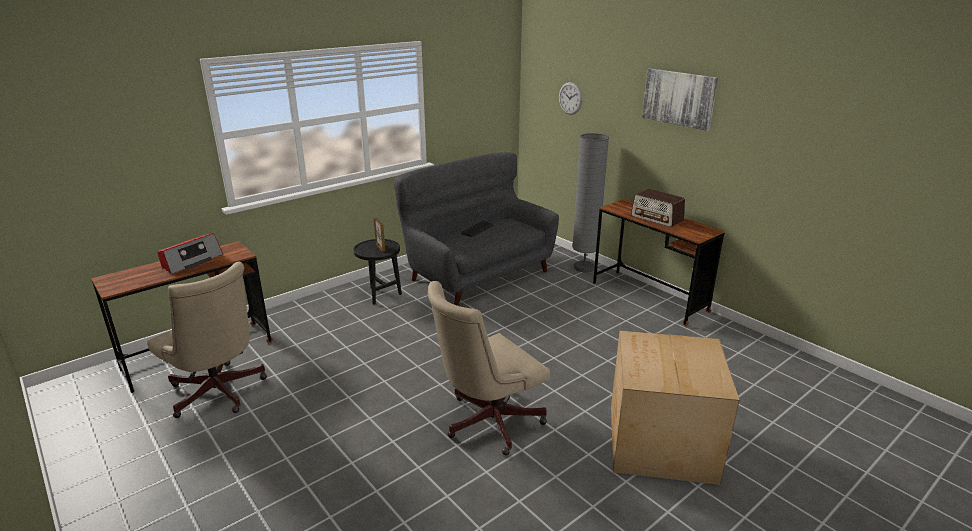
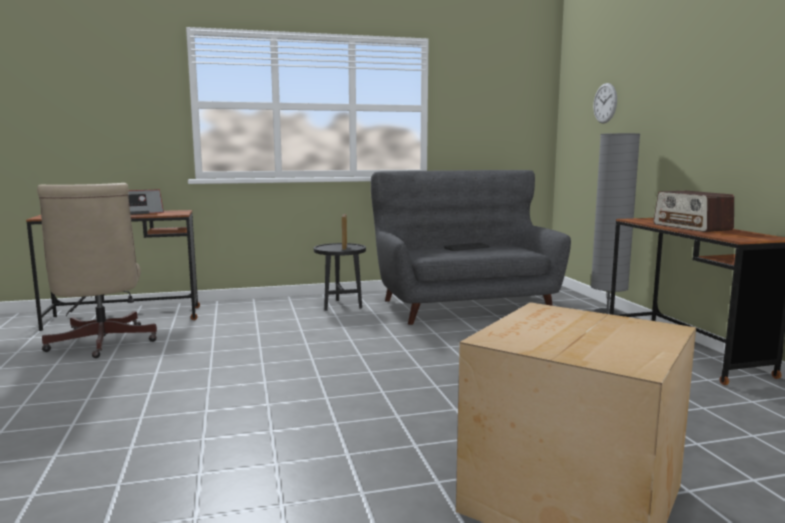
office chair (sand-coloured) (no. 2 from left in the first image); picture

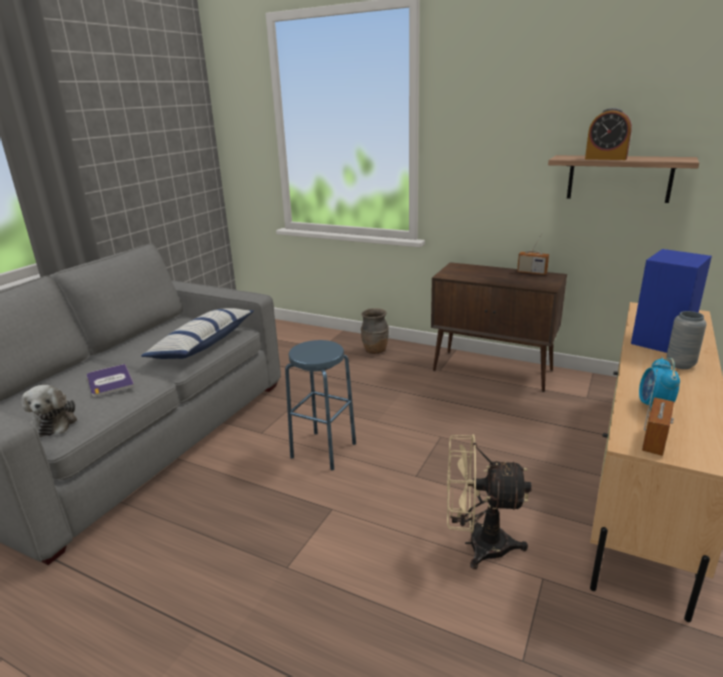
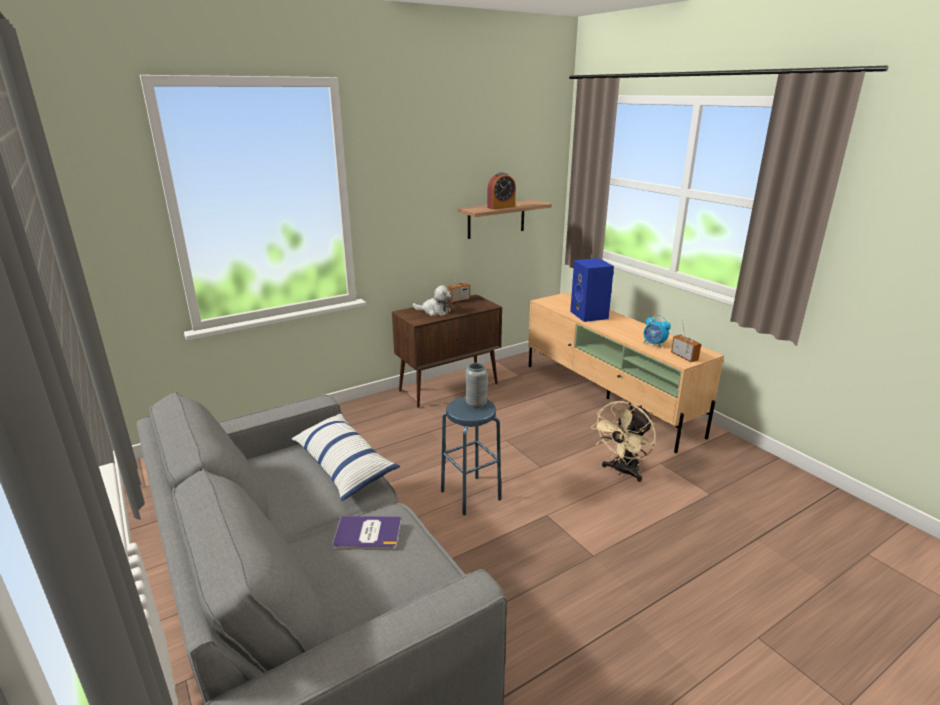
vase (brown-coloured); soft toy; vase (gray)

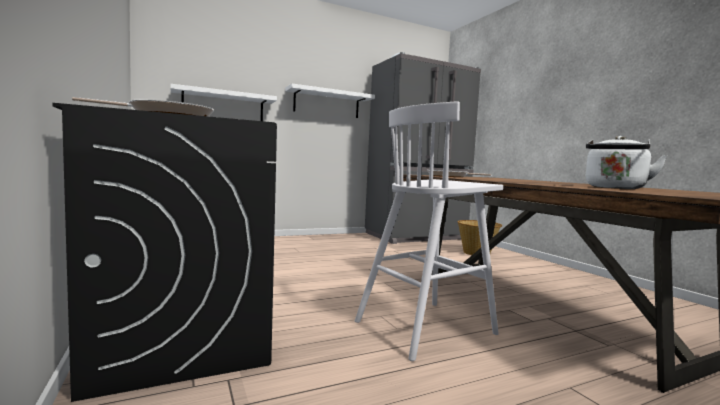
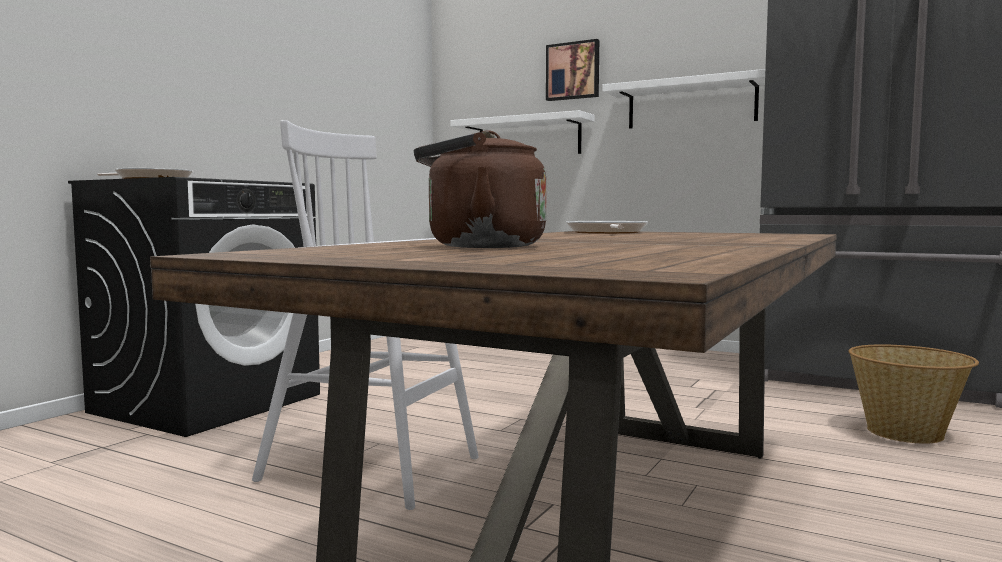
picture; kettle (brown-coloured)

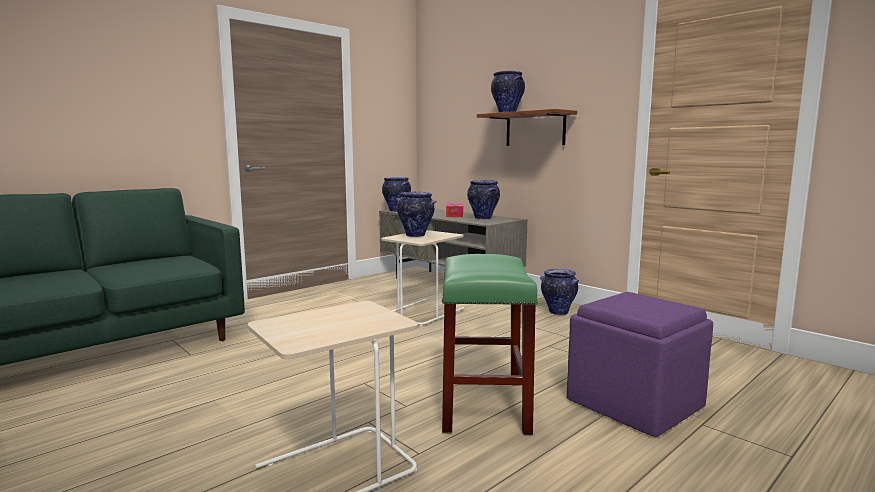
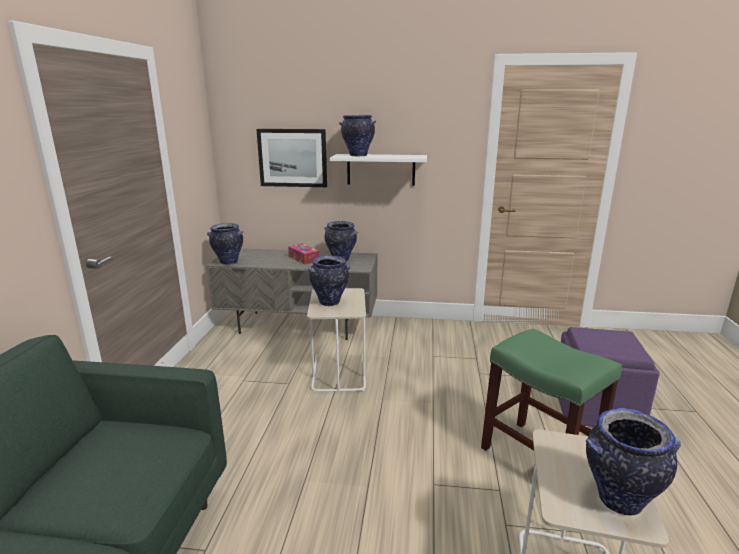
picture; vase (no. 5 from left); wall shelf (whitish)

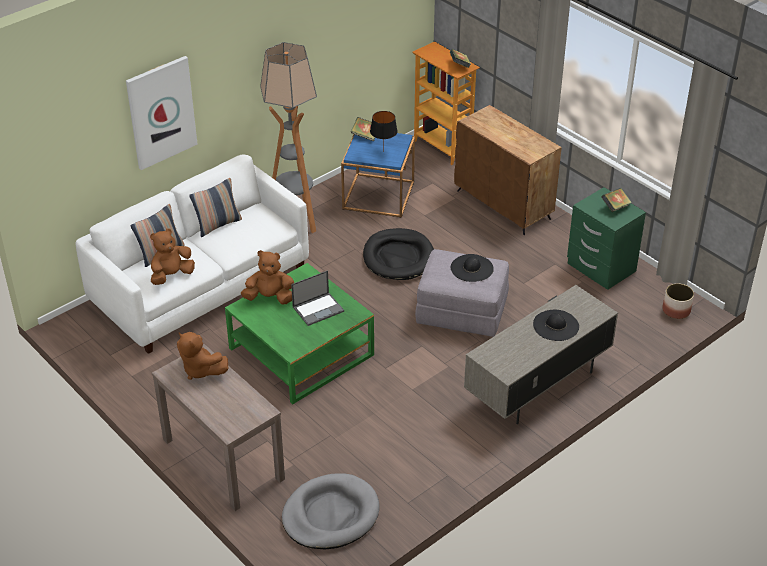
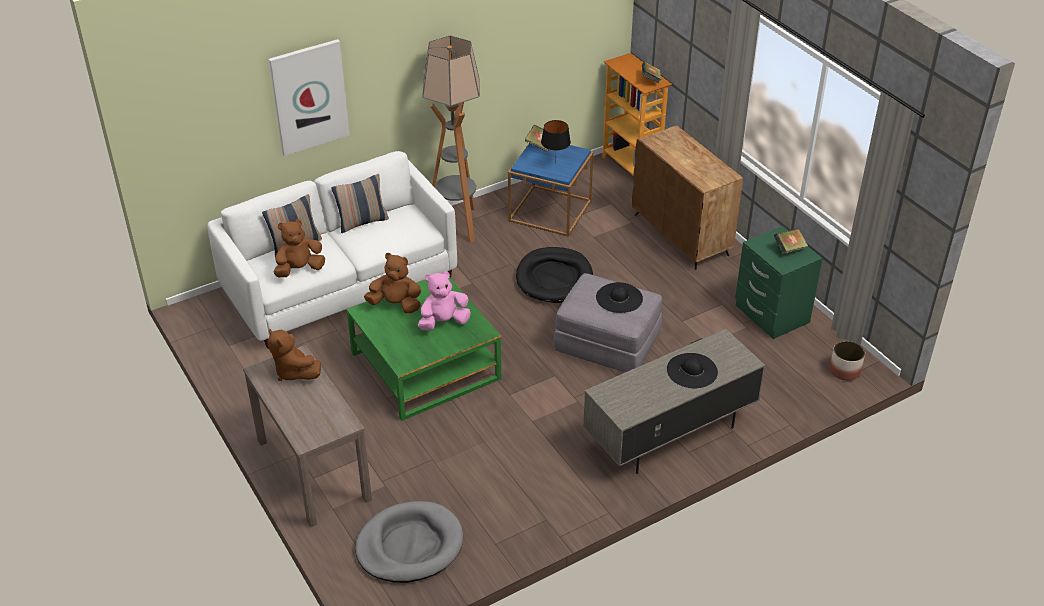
soft toy (pink-coloured)

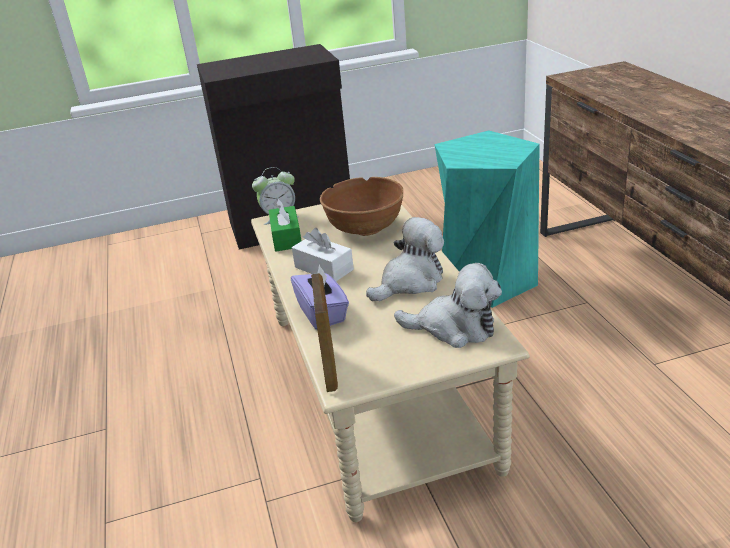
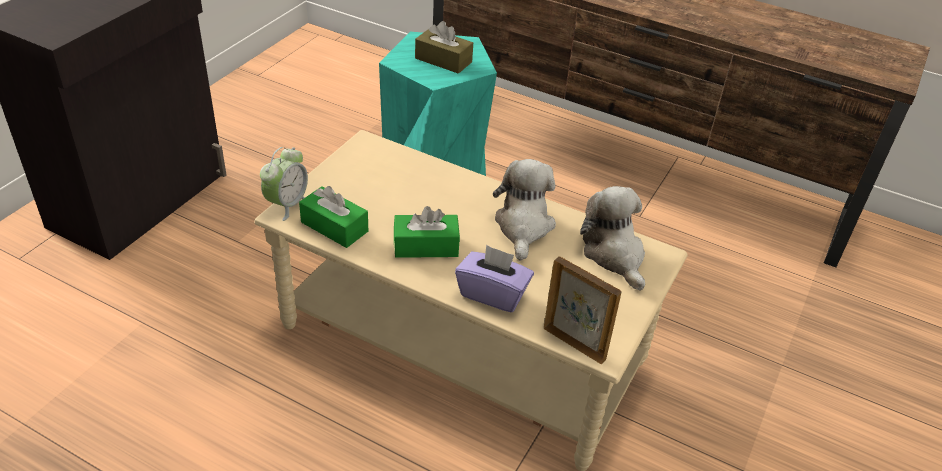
deep dish (brown-coloured); tissue holder (brown-coloured); tissue holder (green) (no. 2 from left); soft toy (no. 2 from left)

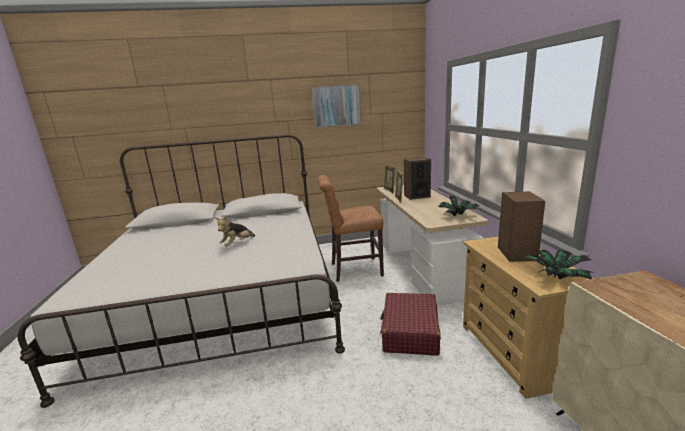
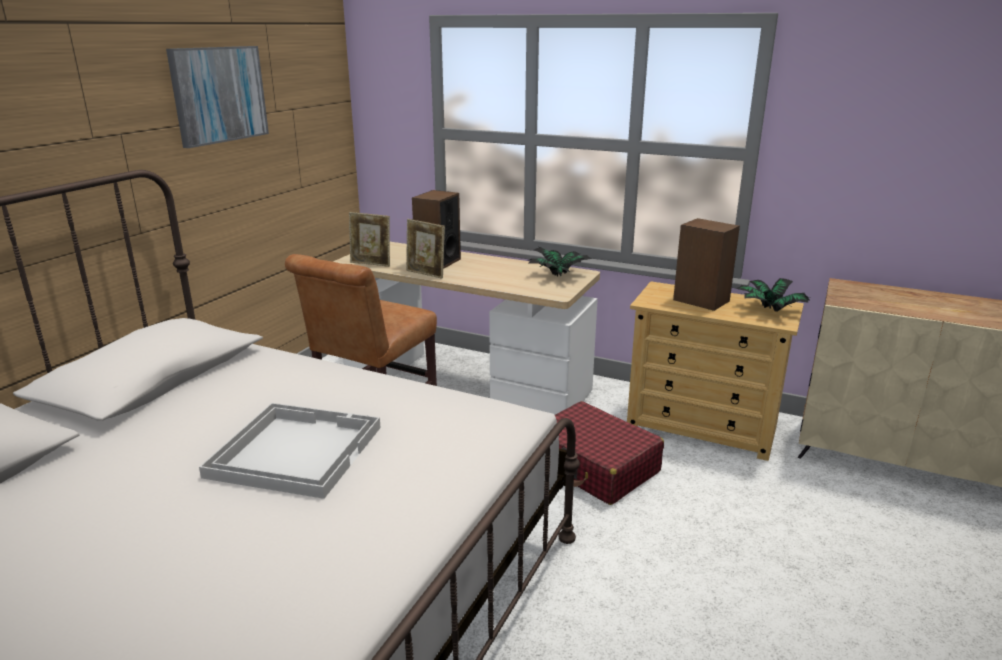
serving tray (whitish)

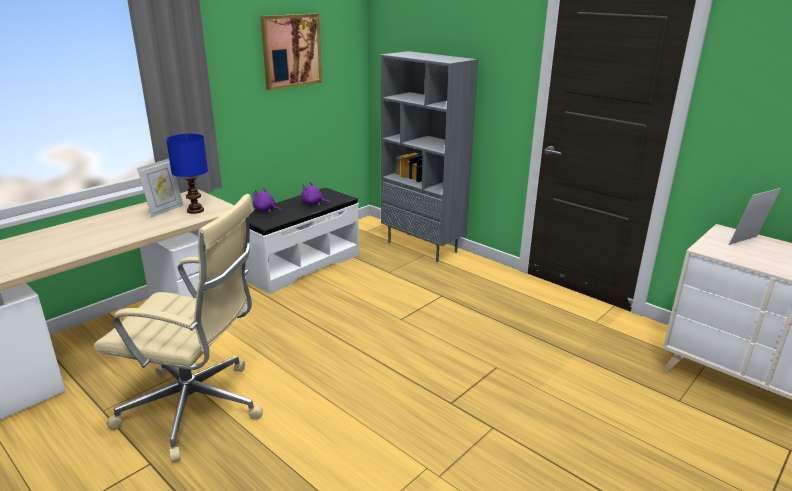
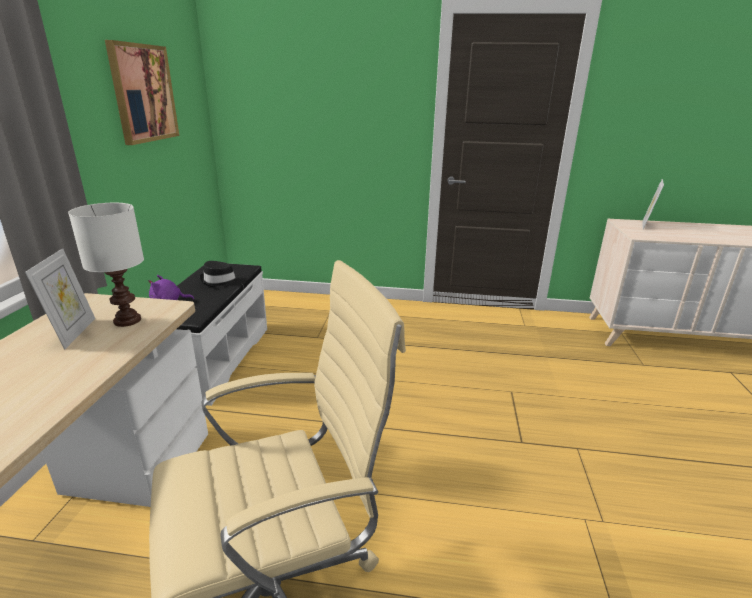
bookcase (gray); clothing hat (black-coloured); lamp for a table (whitish)

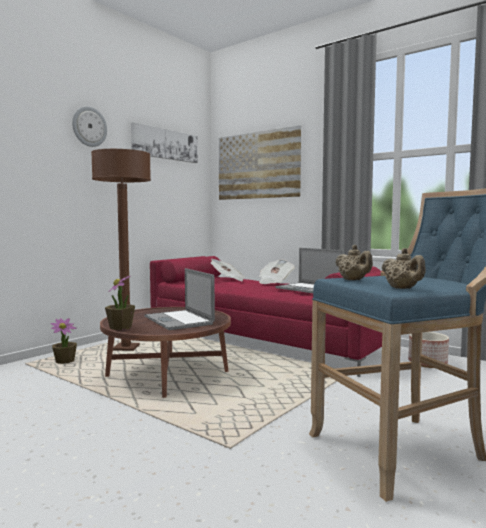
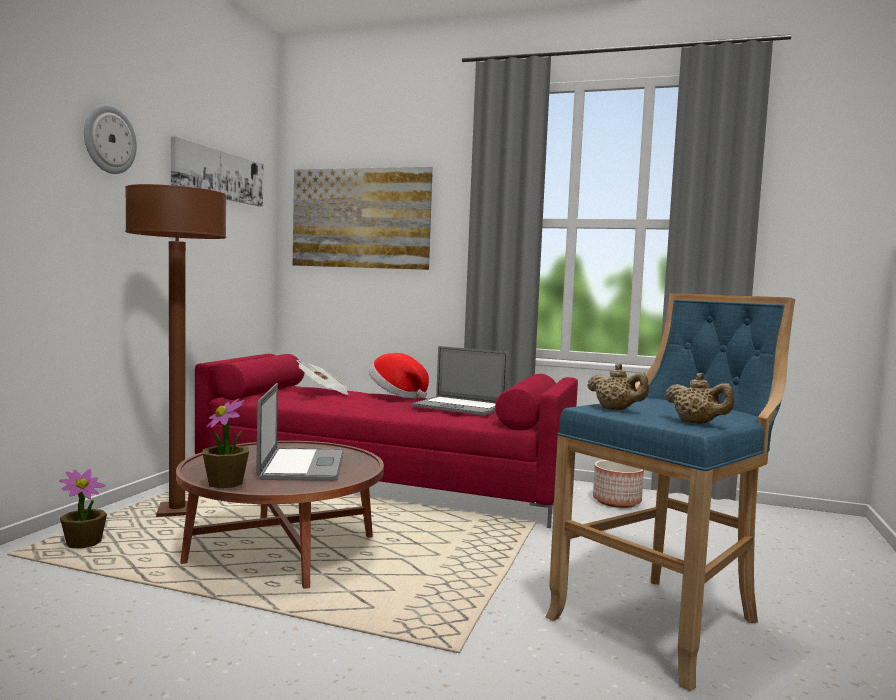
clothing hat; notebook computer (no. 1 from left)

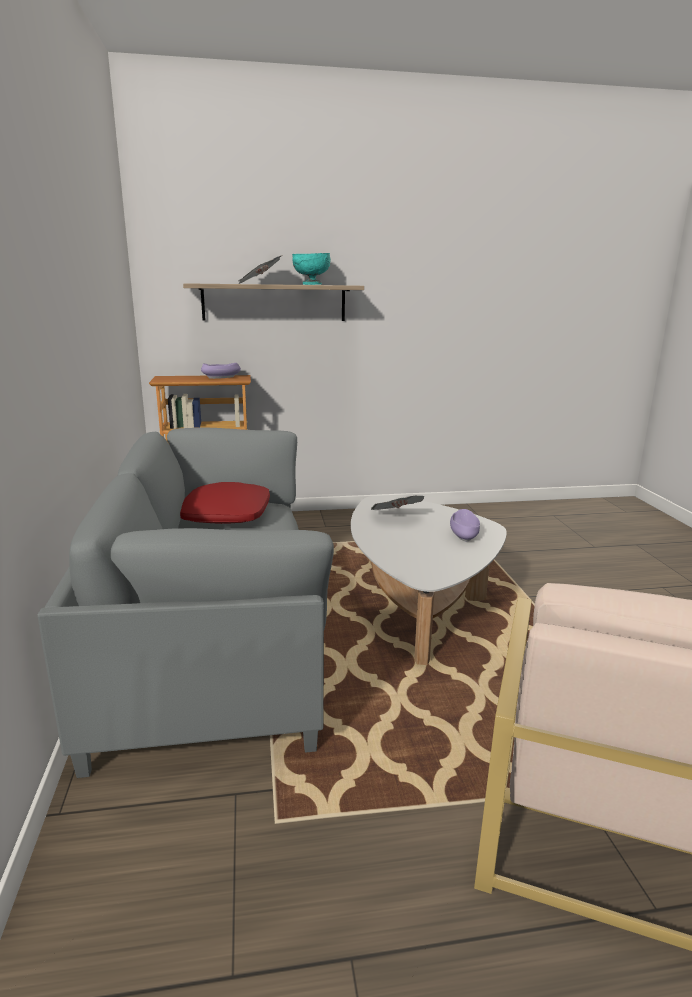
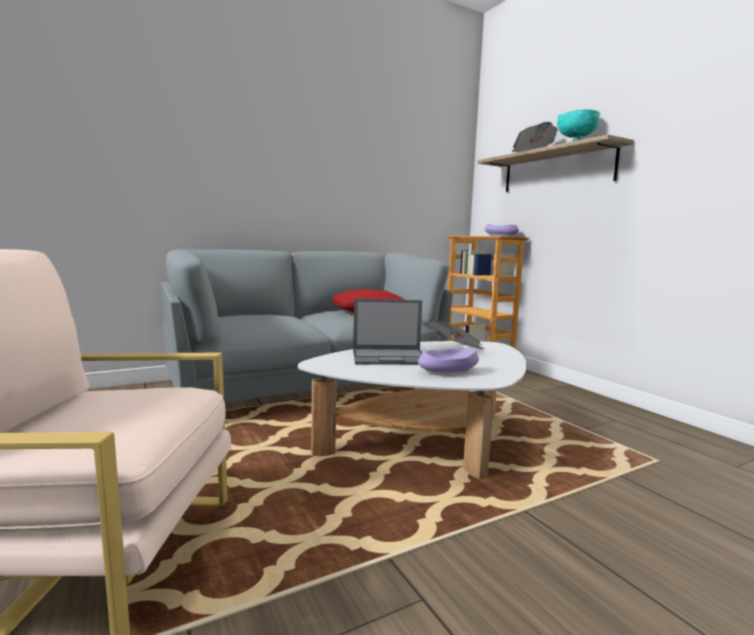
notebook computer

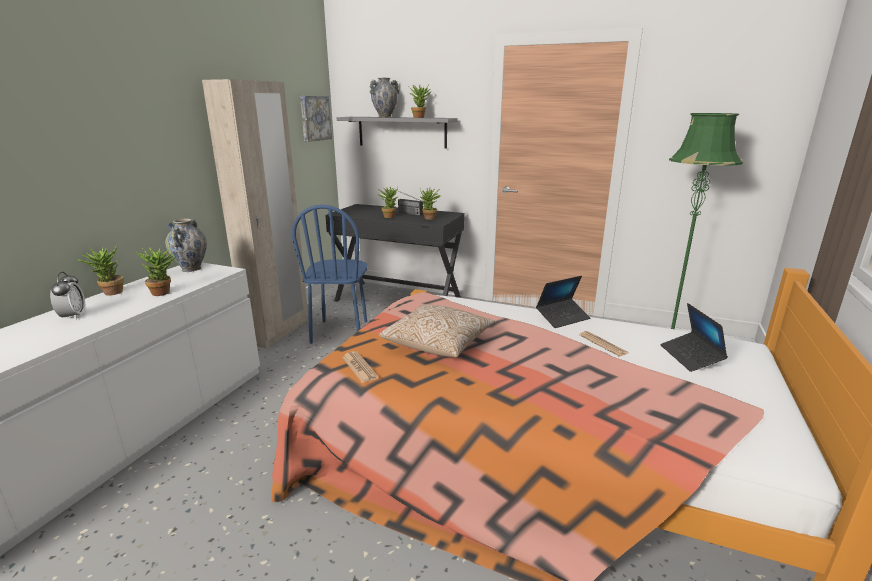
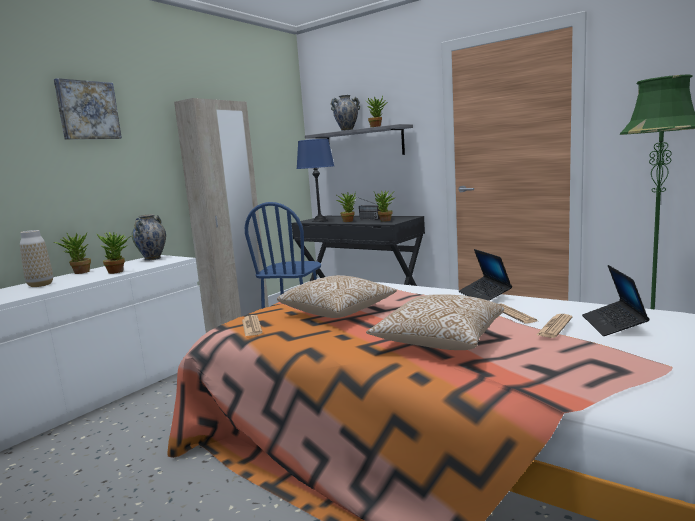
lamp for a table (blue); throw pillow (no. 2 from left); newspaper (no. 3 from left); picture; vase (no. 1 from left); notebook computer (no. 1 from left)

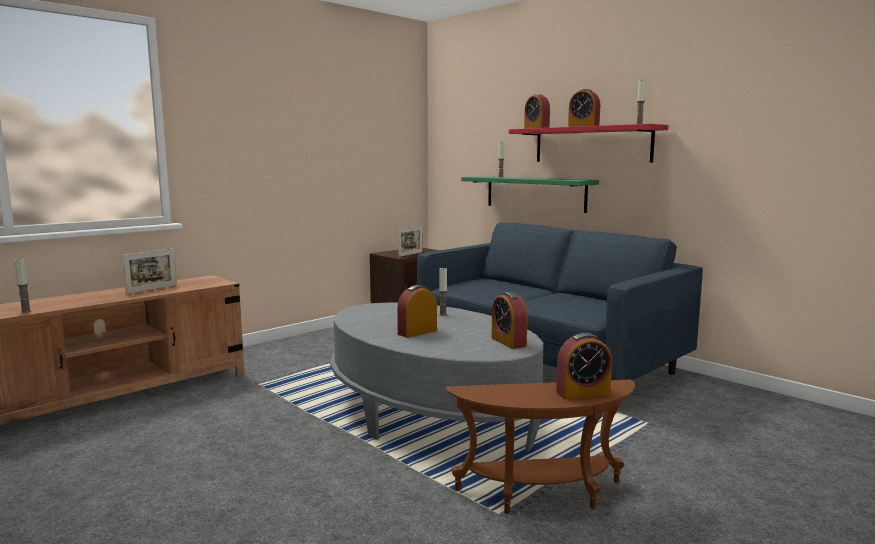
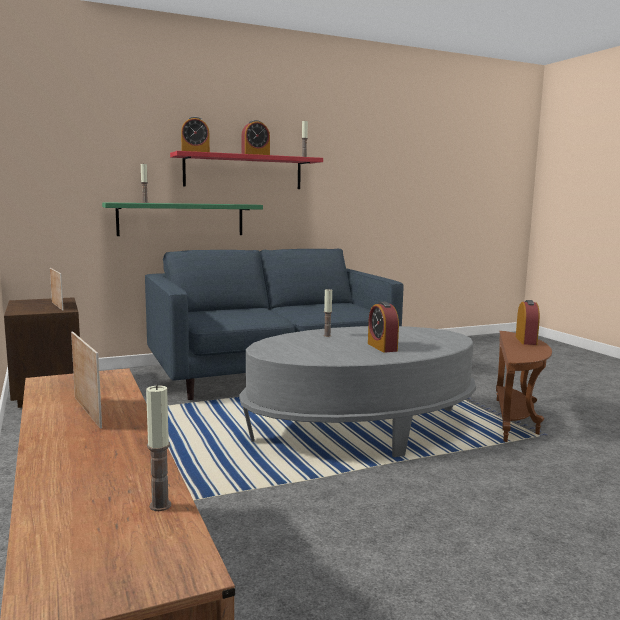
alarm clock (no. 2 from left in the first image)

